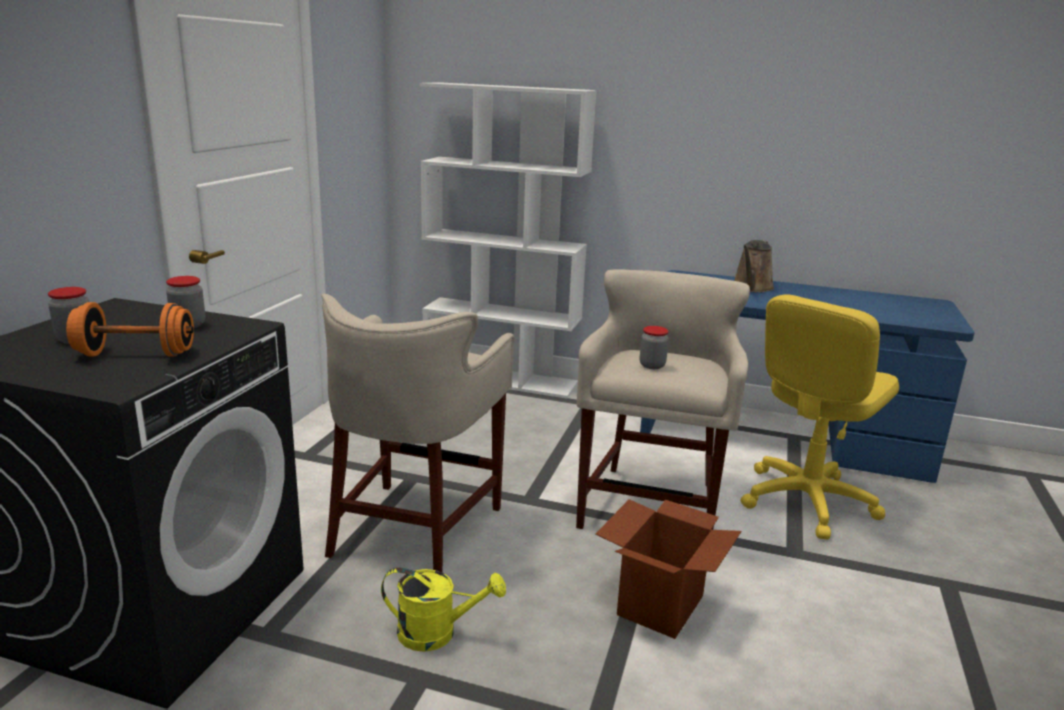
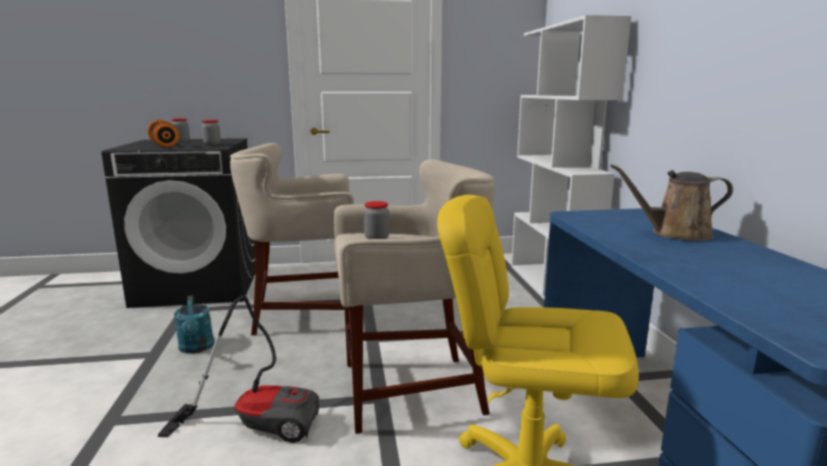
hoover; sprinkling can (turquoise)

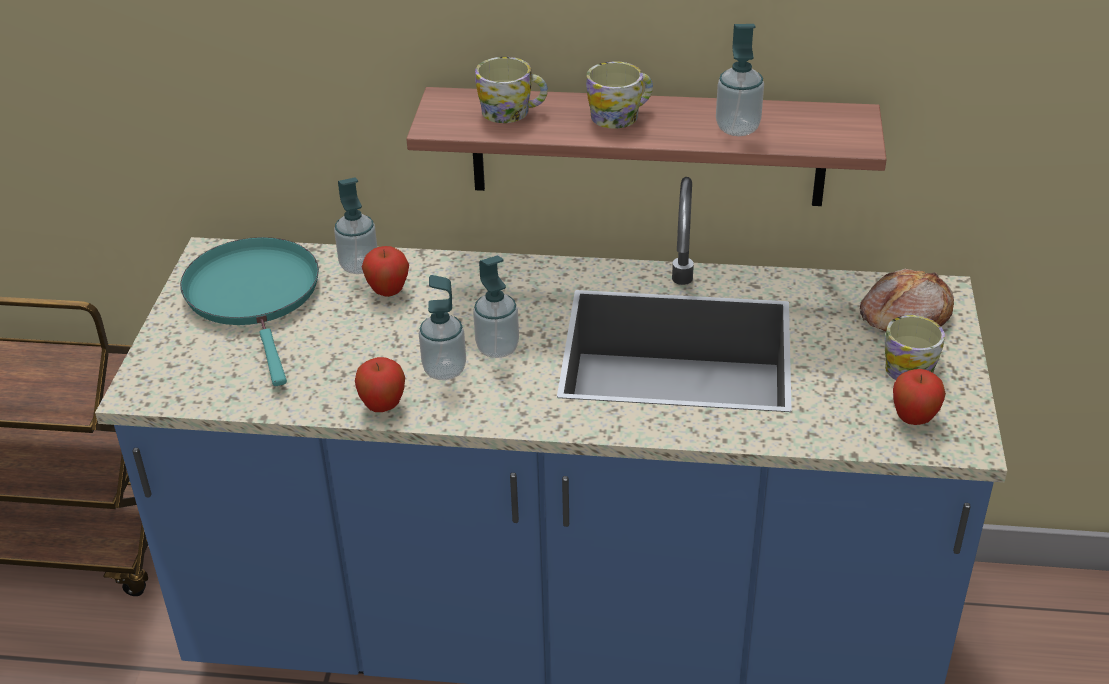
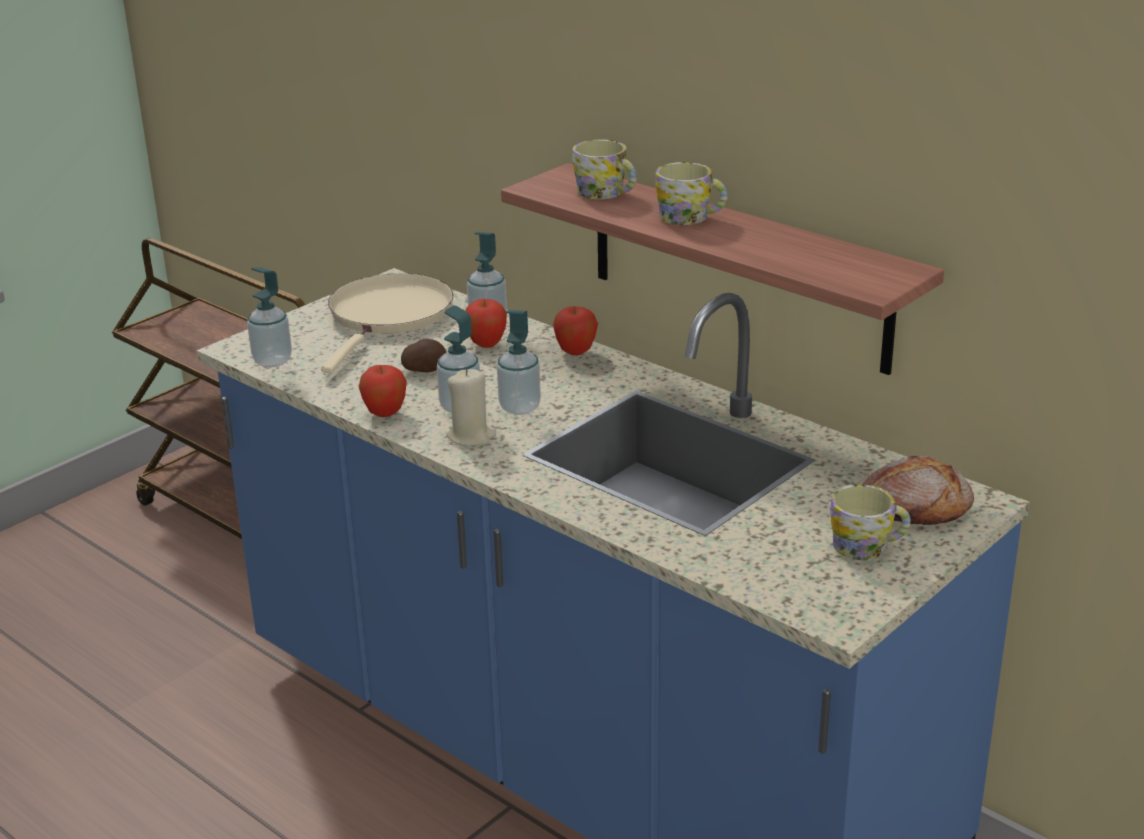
spud; wax candle (sand-coloured); liquid soap bottle (no. 1 from left); apple (no. 3 from left); frying pan (sand-coloured)

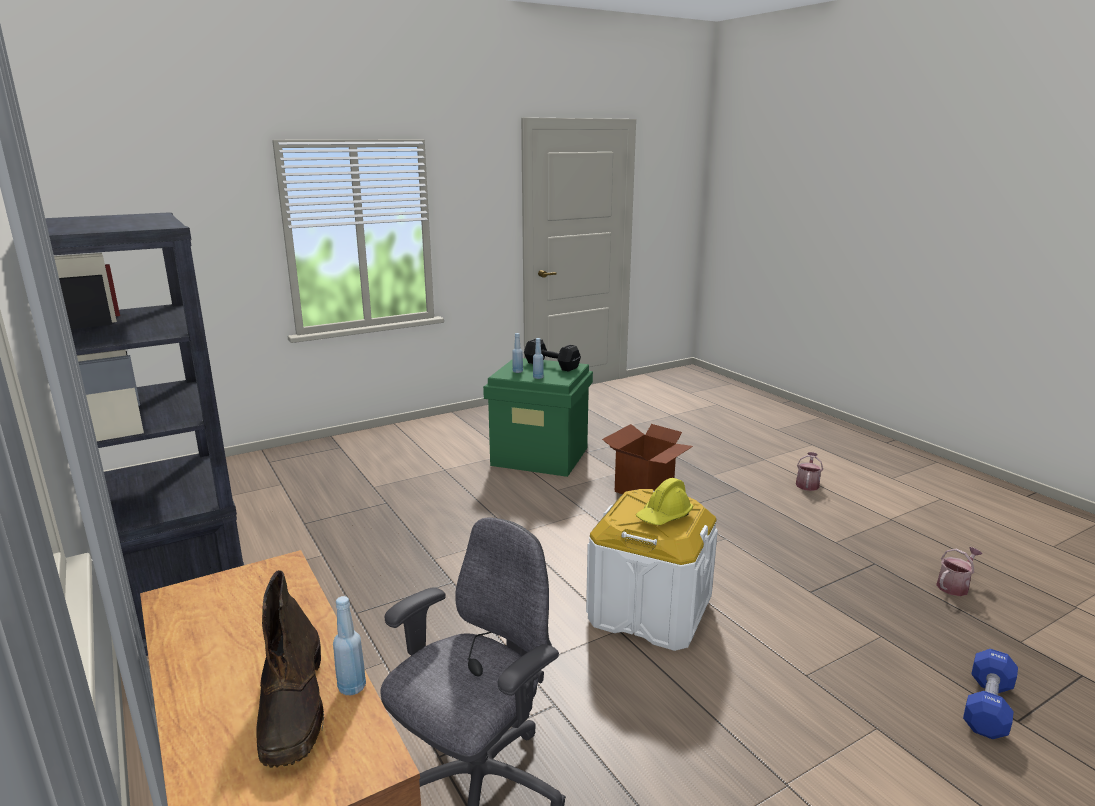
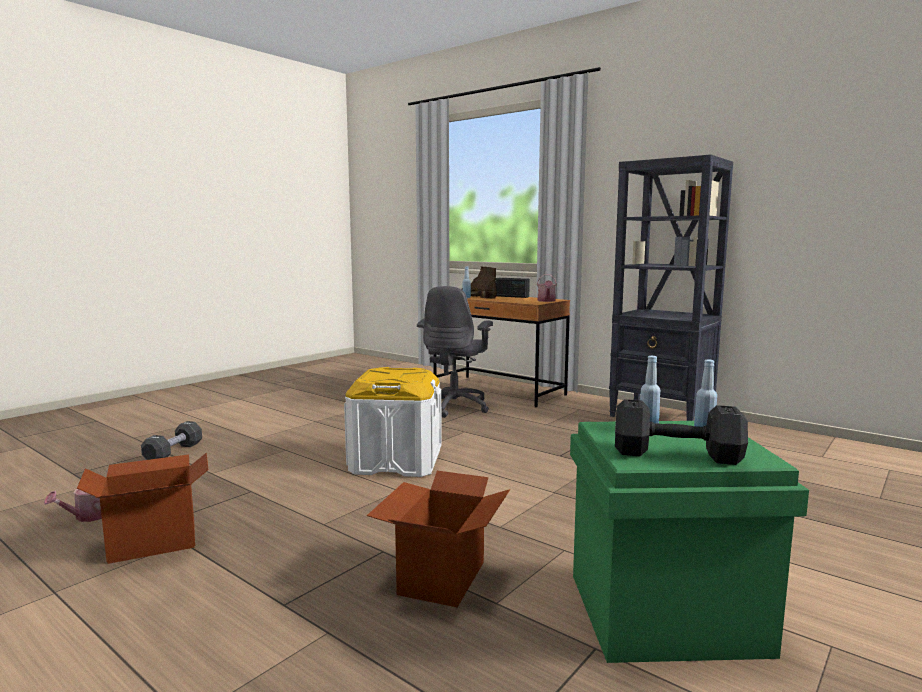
hard hat (yellowish); cardboard box (no. 1 from left); radio; sprinkling can (no. 2 from left); dumbbell (black-coloured) (no. 1 from left)

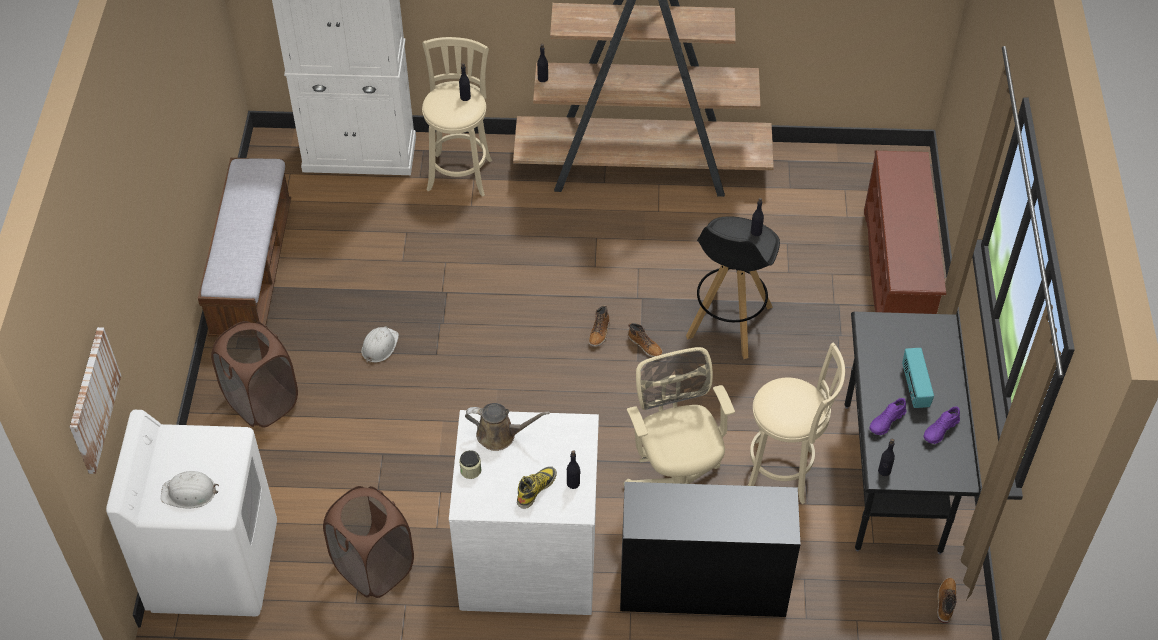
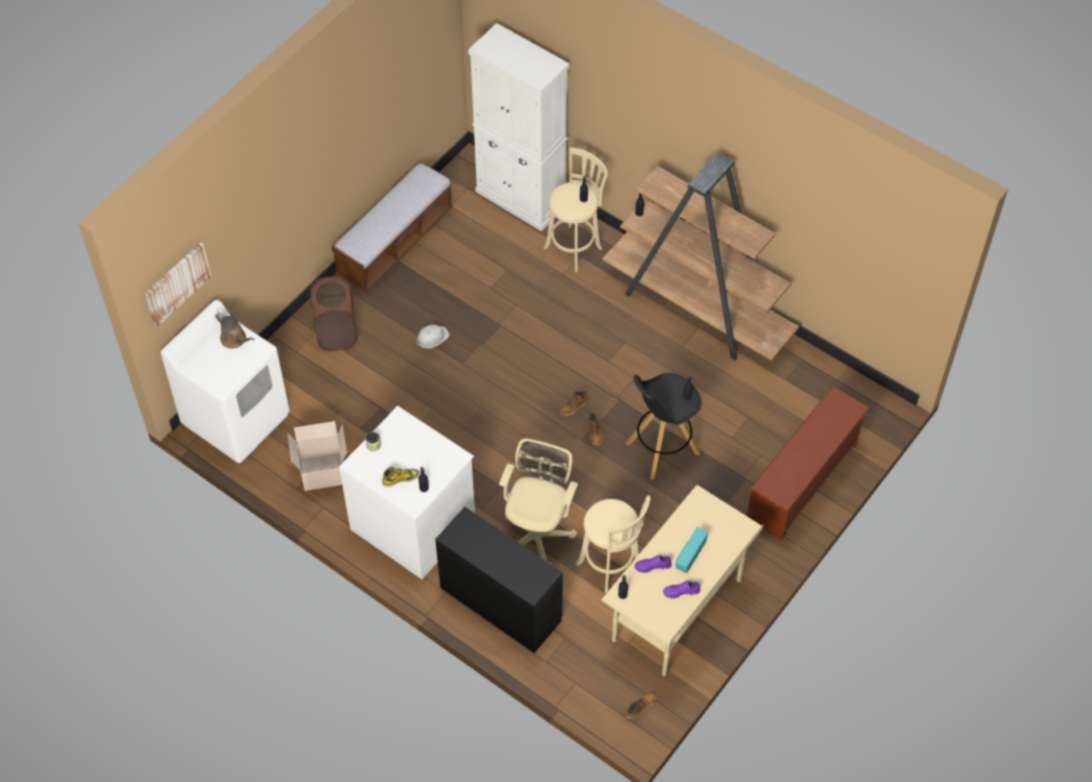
hard hat (whitish) (no. 1 from left in the first image); sprinkling can (brown-coloured); cardboard box; desk (sand-coloured)

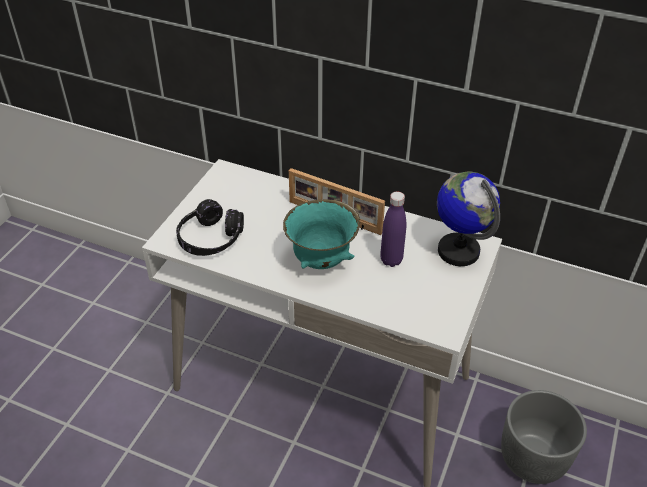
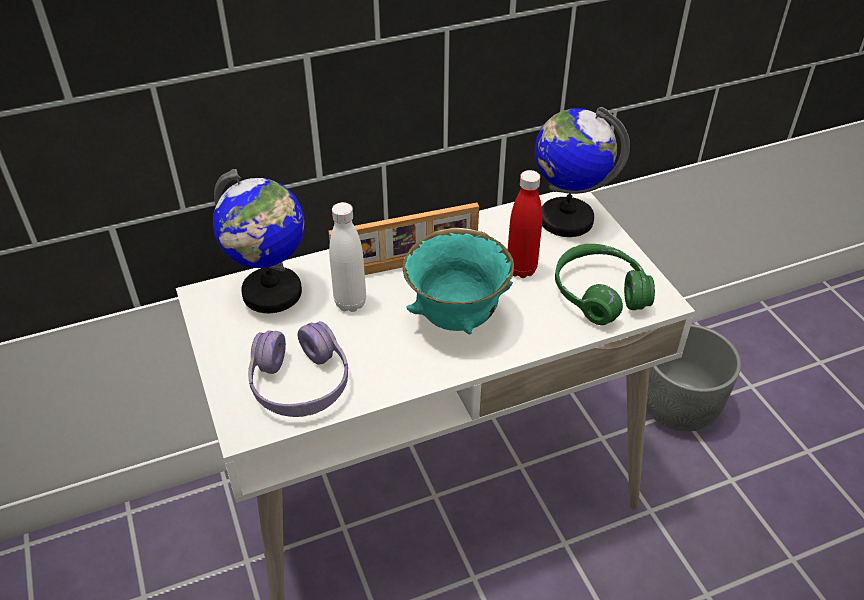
globe (no. 1 from left); bottle (whitish); pair of headphones (green); pair of headphones (purple-coloured); bottle (red-coloured)

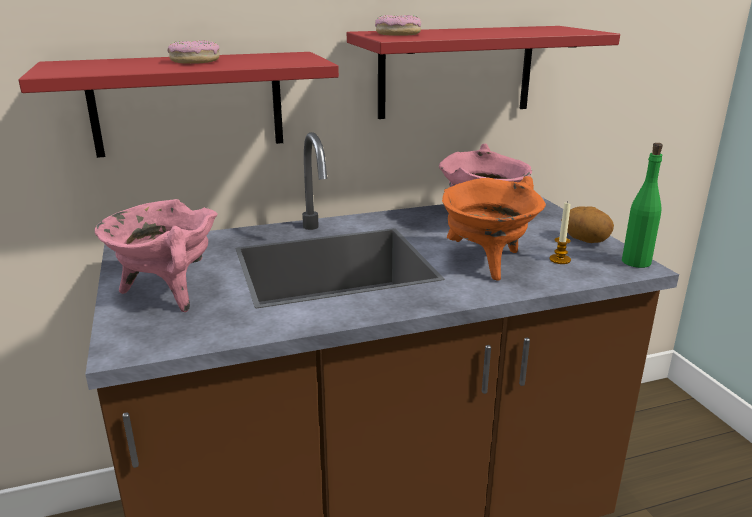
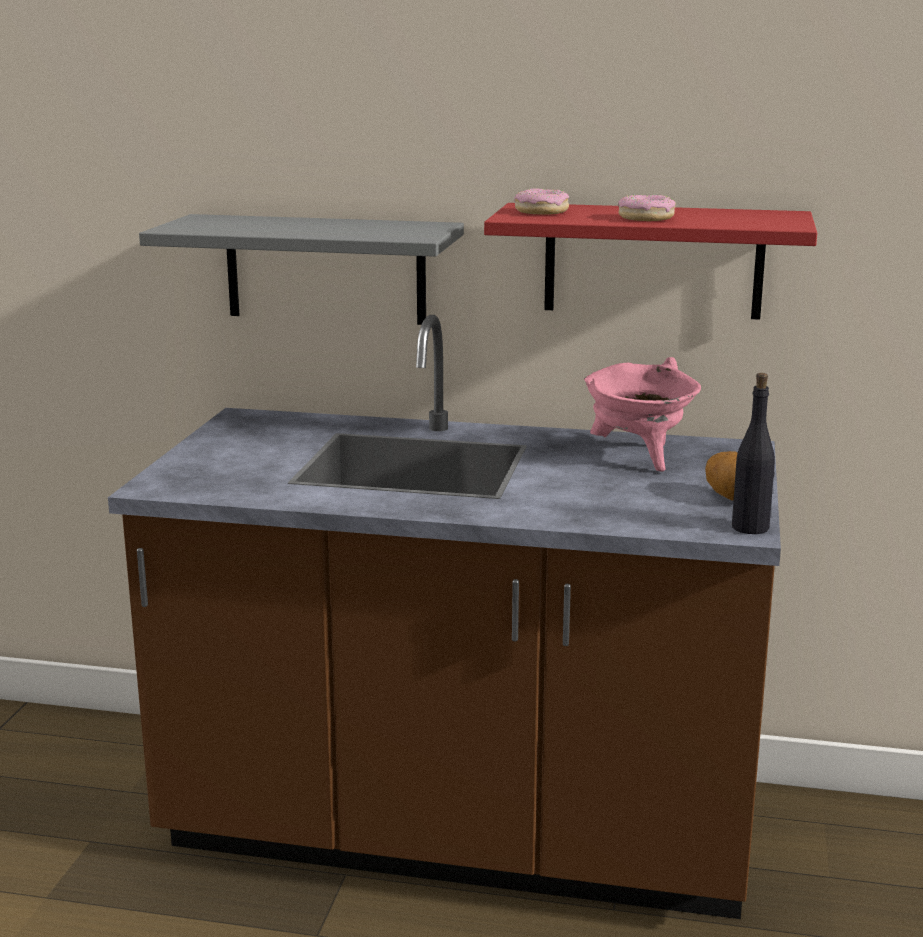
cooking pot (pink-coloured) (no. 1 from left in the first image); cooking pot (orange); wax candle; ring doughnut (no. 2 from left); wall shelf (gray); bottle (black-coloured)

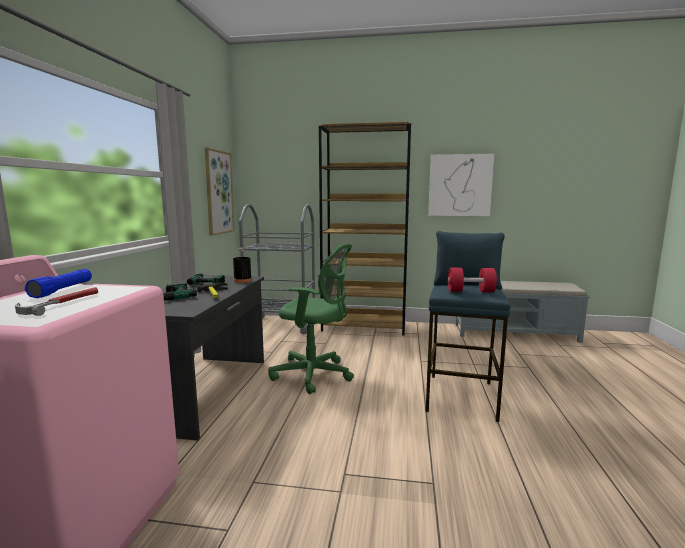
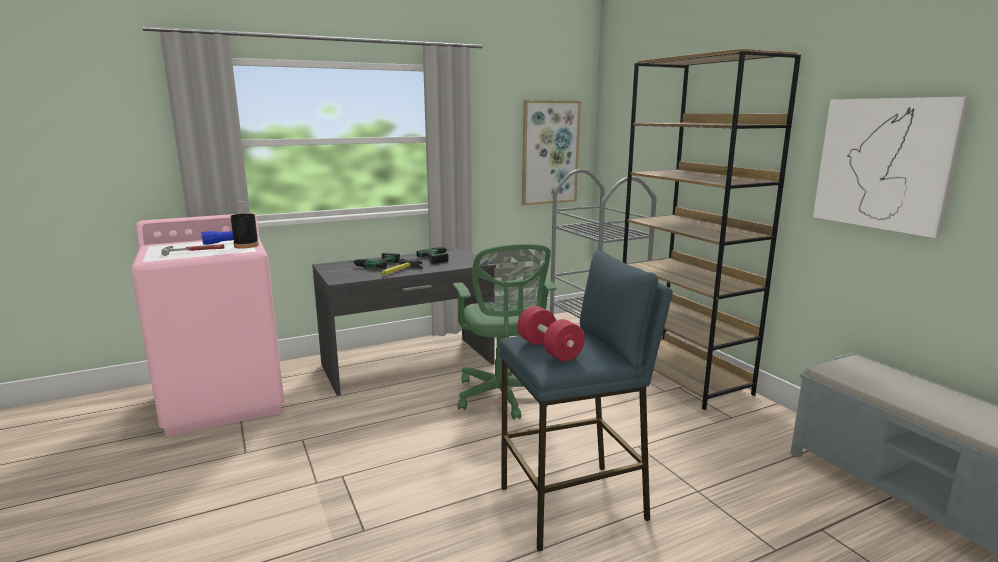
bottle (black-coloured)

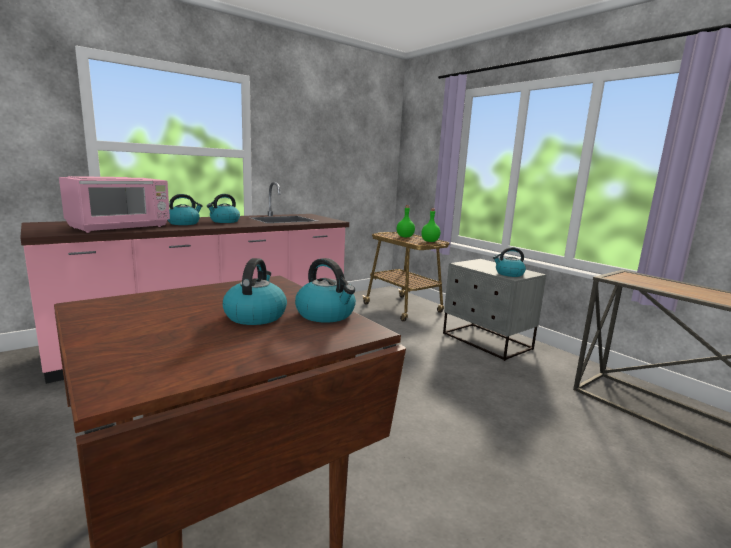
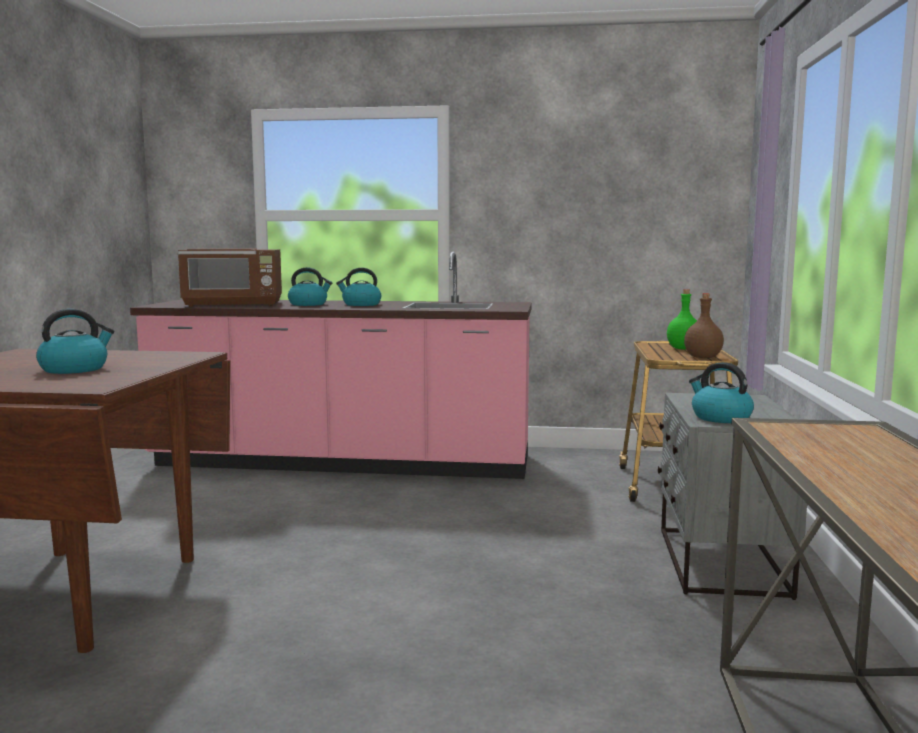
kettle (no. 4 from left in the first image); microwave oven (brown-coloured); bottle (brown-coloured)

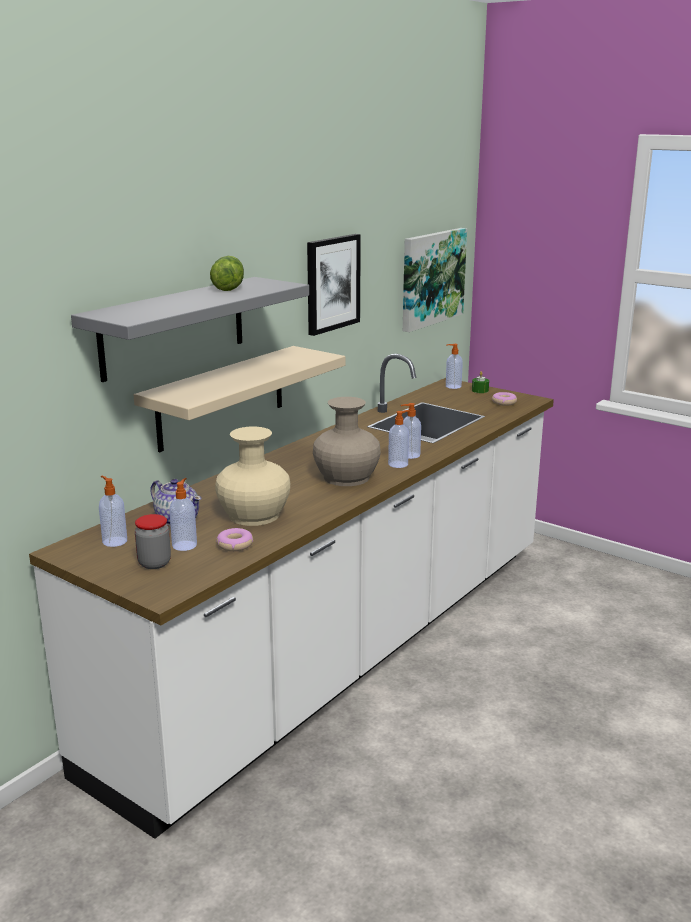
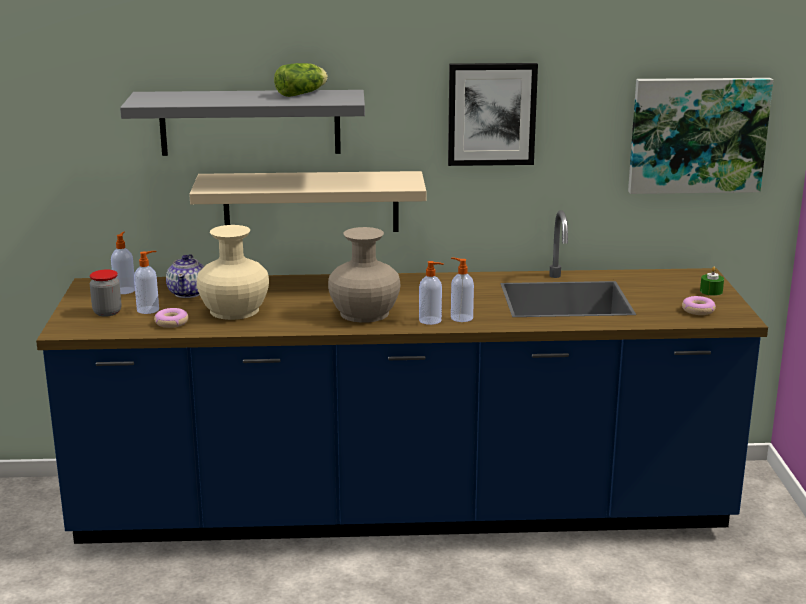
liquid soap bottle (no. 5 from left in the first image); kitchen base unit (blue)

